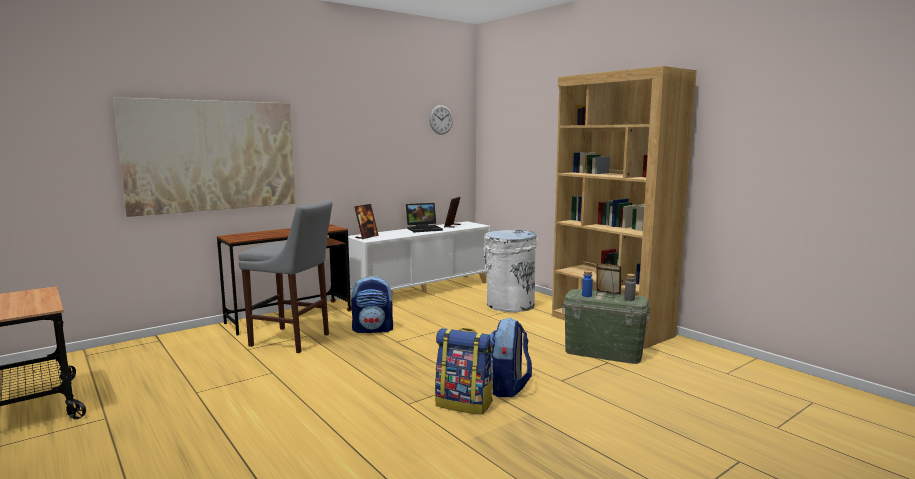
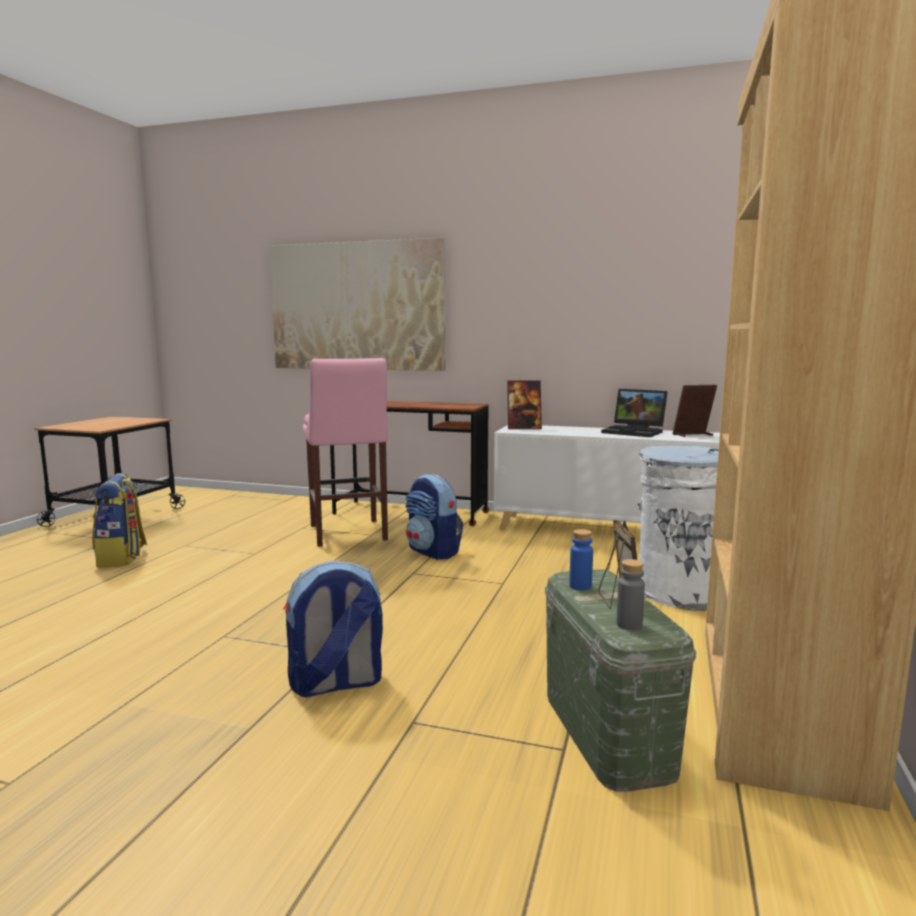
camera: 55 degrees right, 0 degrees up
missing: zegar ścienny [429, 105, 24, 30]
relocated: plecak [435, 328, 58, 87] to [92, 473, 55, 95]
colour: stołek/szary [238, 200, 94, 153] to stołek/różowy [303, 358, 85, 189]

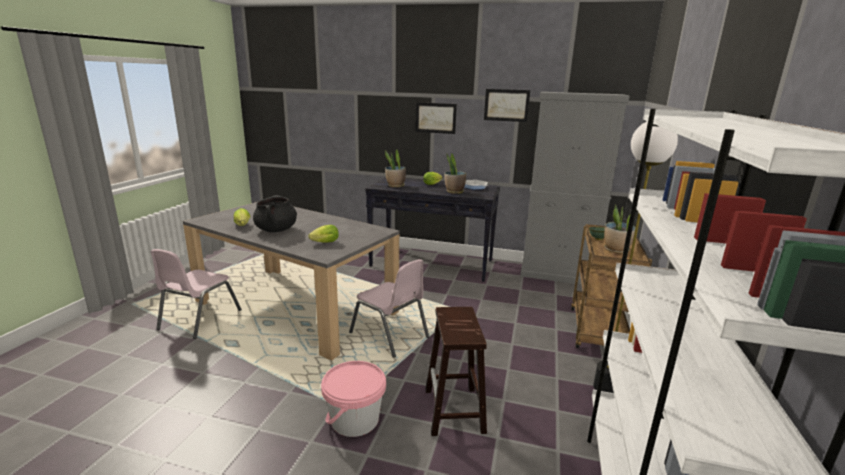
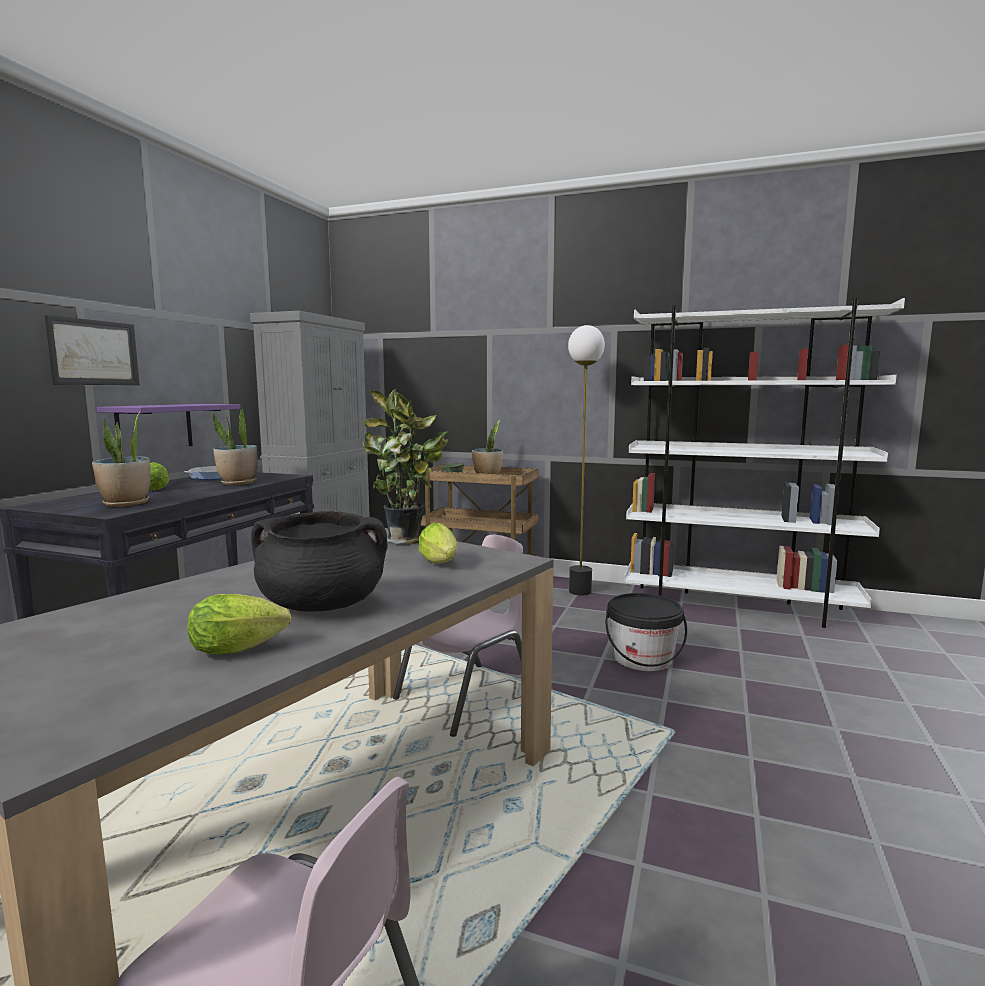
camera: 85 degrees left, 10 degrees down
missing: obraz [484, 89, 46, 33]; wiadro/różowy [321, 361, 65, 76]
appeared: roślina doniczkowa [362, 389, 87, 156]; półka/fioletowy [97, 404, 144, 42]
exchanged: stołek/brązowy [425, 307, 62, 129] to wiadro/czarny [606, 593, 81, 78]

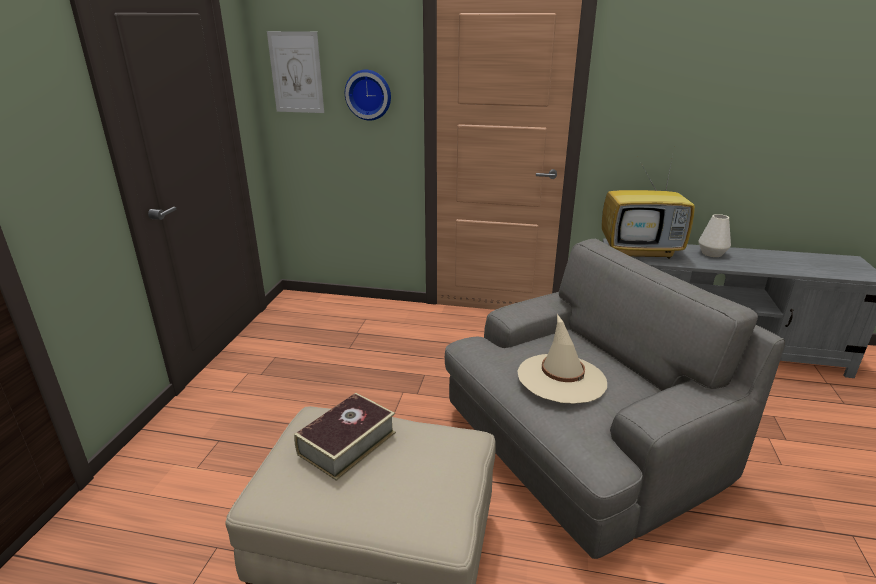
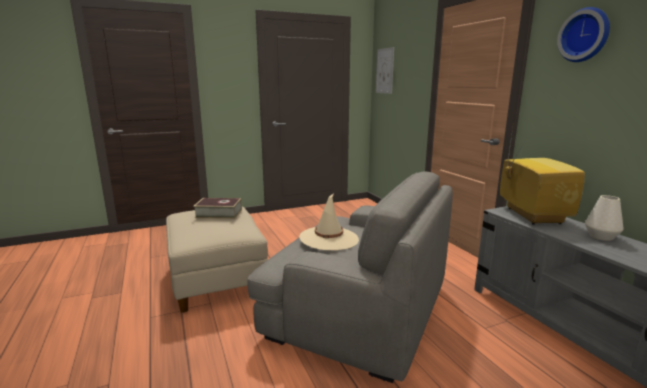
camera: 55 degrees right, 10 degrees down
relocated: zegar ścienny [345, 70, 46, 50] to [557, 7, 53, 55]
spun: telewizor [602, 155, 93, 104] = [500, 129, 85, 96] 150 degrees counterclockwise

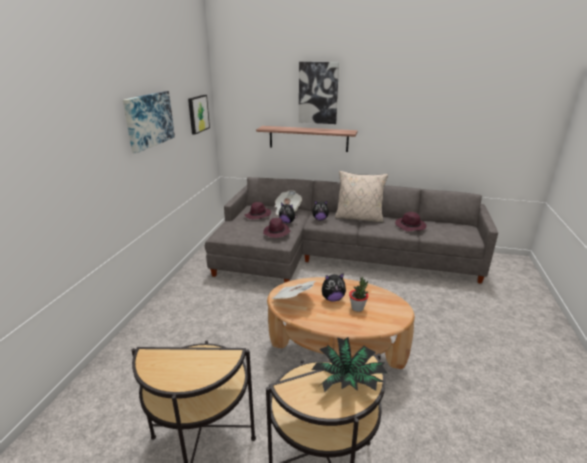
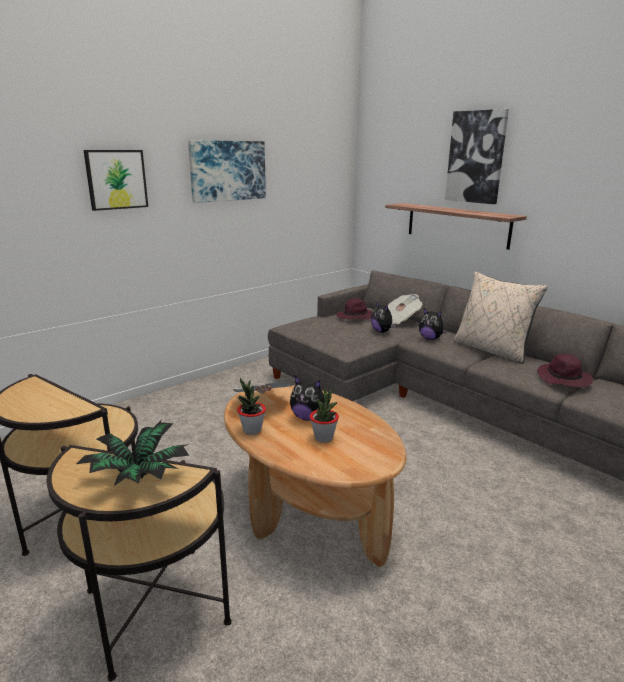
camera: 35 degrees right, 5 degrees down
missing: kapelusz/fioletowy [263, 218, 28, 20]
appeared: roślina doniczkowa [237, 378, 29, 57]
relocated: obraz [188, 95, 22, 40] to [84, 150, 64, 61]

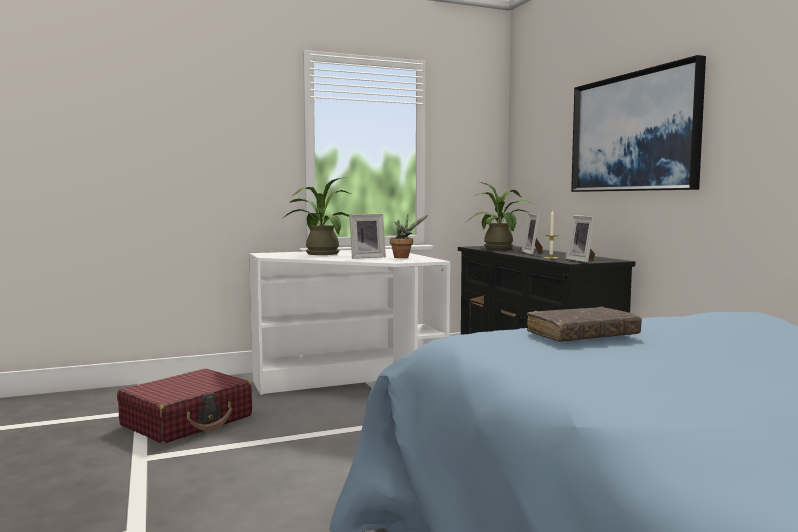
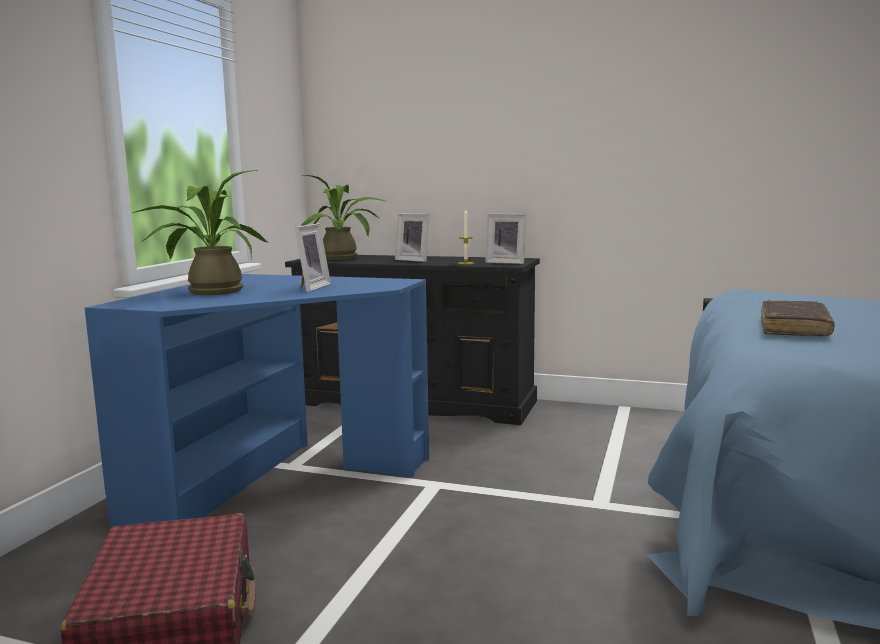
camera: 50 degrees left, 5 degrees up
missing: obraz [571, 55, 135, 137]; roślina doniczkowa [390, 214, 39, 44]
colour: biurko/biały [249, 249, 201, 146] to biurko/niebieski [85, 274, 344, 253]

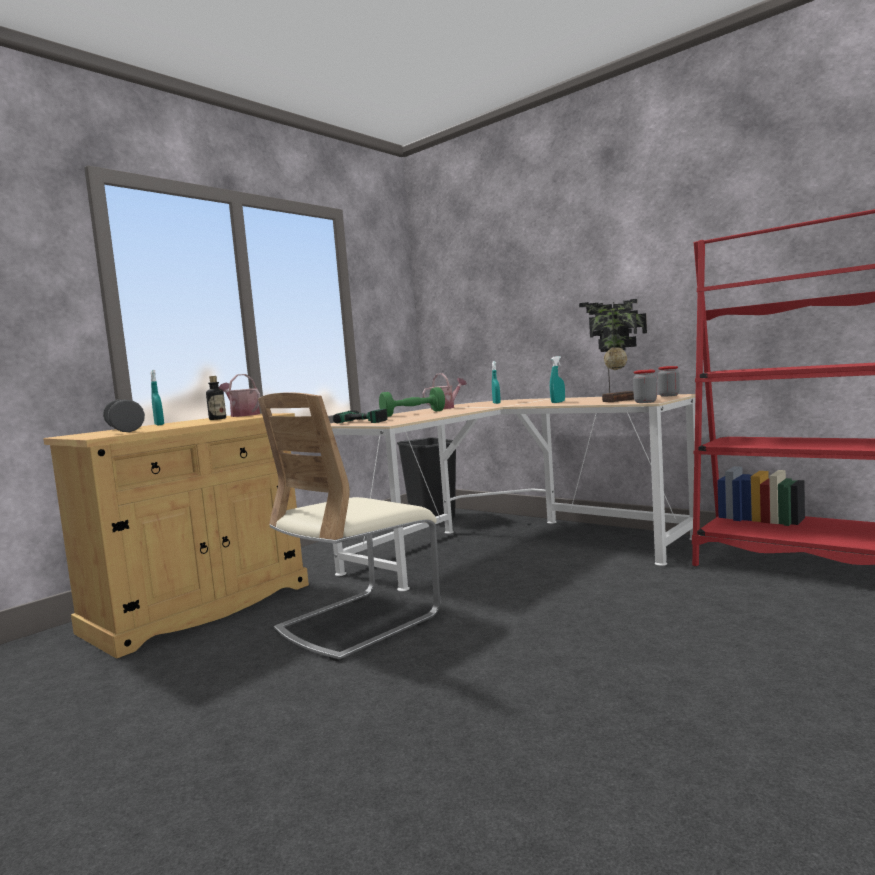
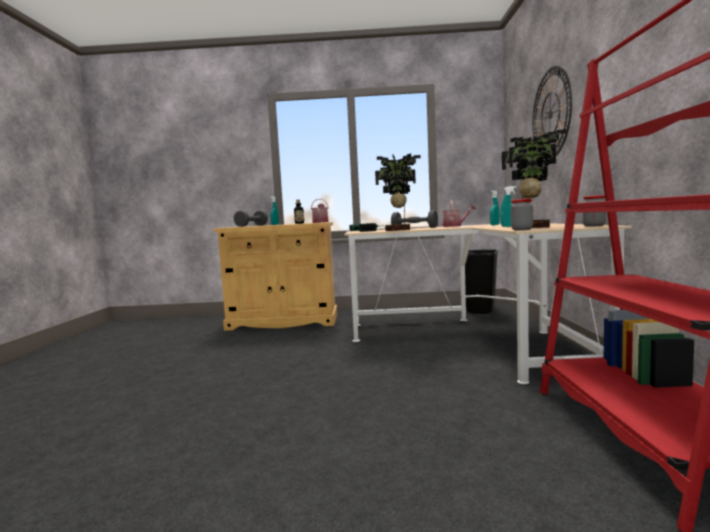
camera: 50 degrees right, 0 degrees up
missing: krzesło/beżowy [258, 392, 182, 270]
appeared: zegar ścienny [532, 66, 40, 93]; roślina doniczkowa [375, 154, 46, 77]
colour: hantel/zielony [379, 387, 66, 30] to hantel/szary [391, 210, 47, 18]

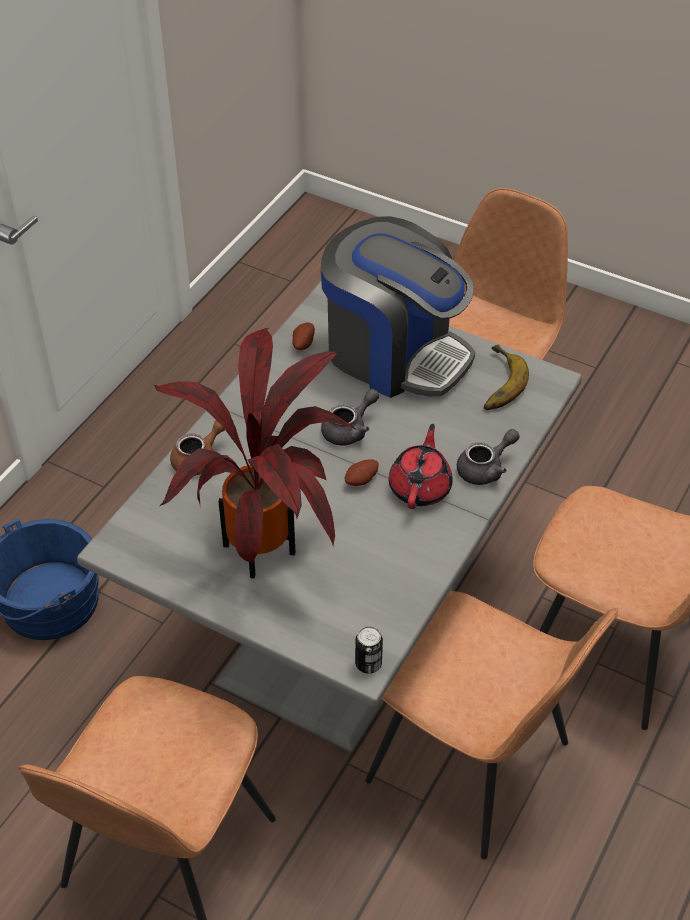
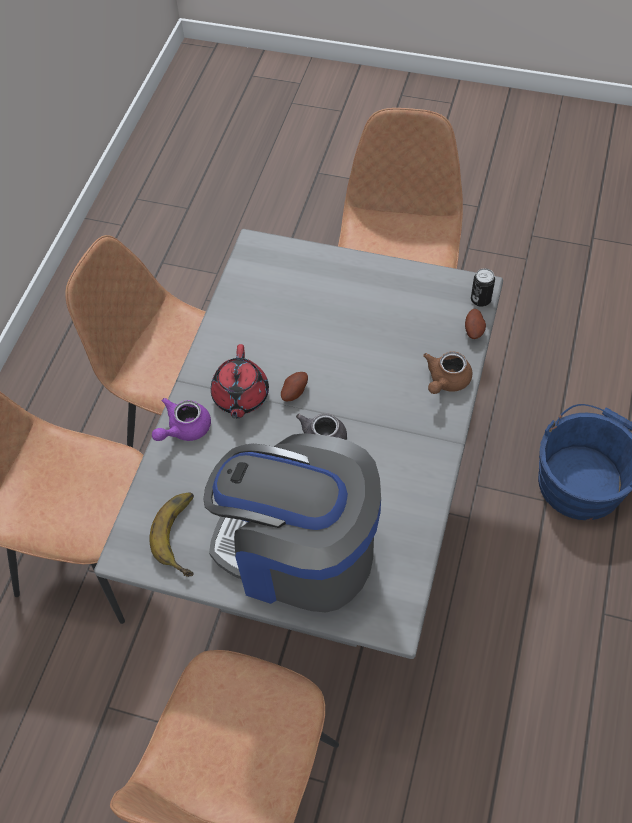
camera: 170 degrees right, 10 degrees up
missing: roślina doniczkowa [154, 328, 201, 251]
relocated: ziemniak [292, 322, 23, 28] to [465, 309, 21, 30]; puszka [355, 626, 28, 48] to [471, 268, 24, 39]
colour: imbryk/szary [457, 429, 62, 56] to imbryk/fioletowy [152, 398, 59, 43]

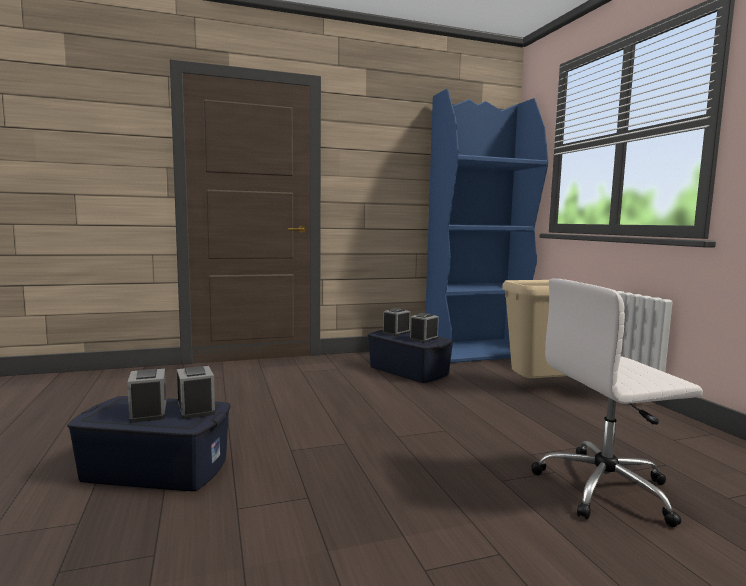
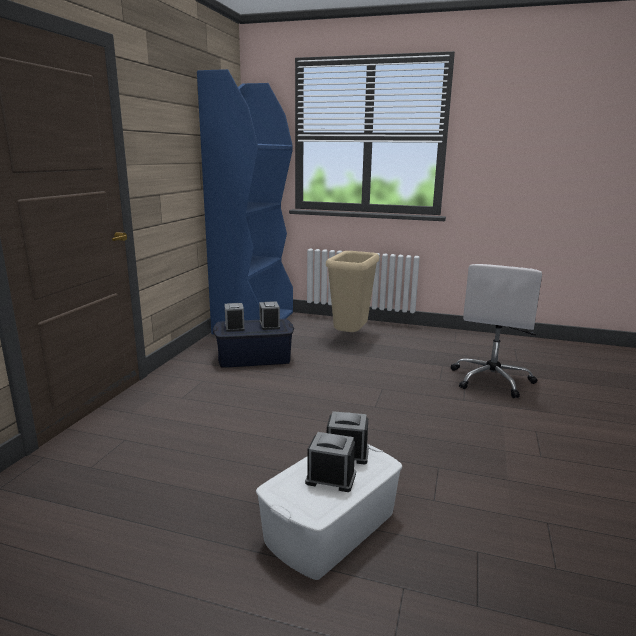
camera: 55 degrees left, 10 degrees up
colour: pojemnik do przechowywania/niebieski [67, 396, 164, 95] to pojemnik do przechowywania/biały [256, 444, 146, 136]

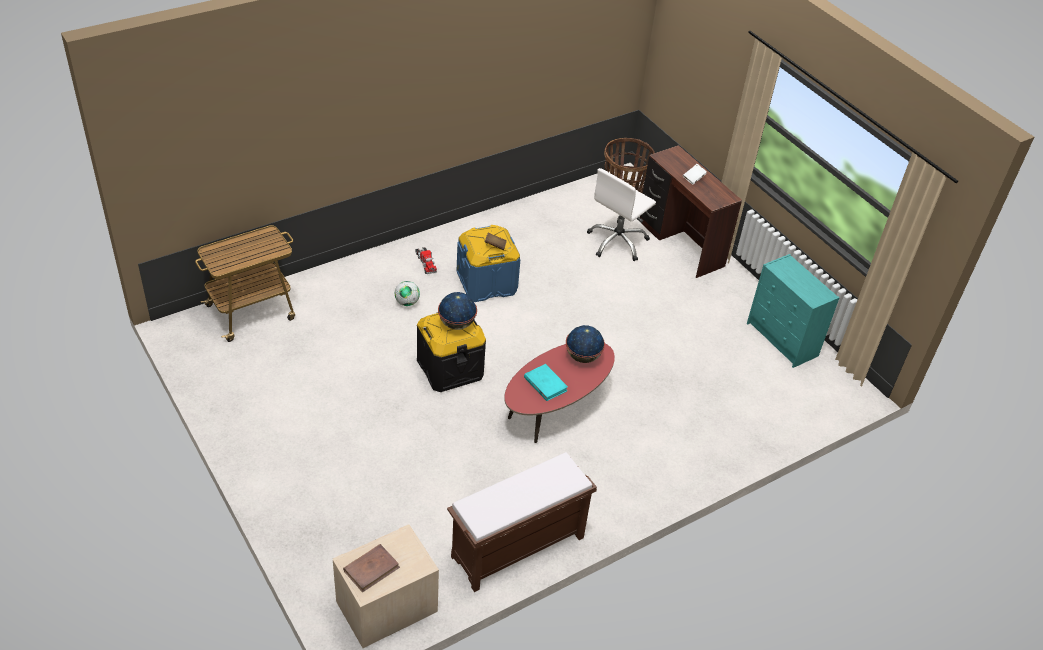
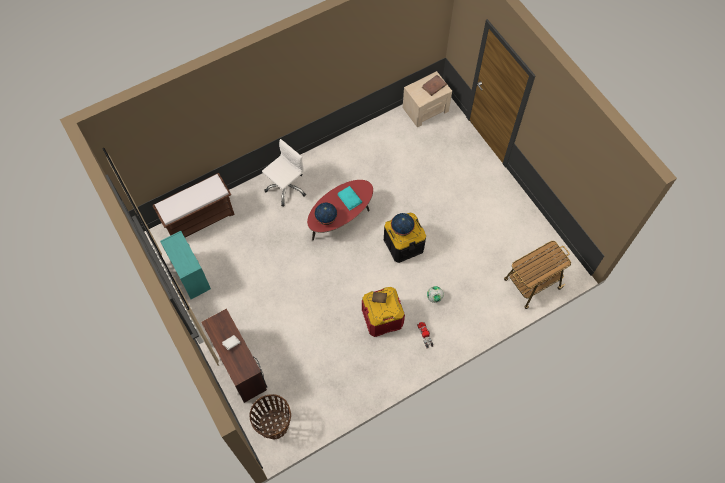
camera: 175 degrees left, 20 degrees up
relocated: krzesło biurowe/biały [587, 168, 69, 93] to [262, 139, 44, 67]; ławka/brązowy [447, 452, 150, 140] to [153, 173, 82, 65]
colour: pojemnik do przechowywania/niebieski [457, 225, 63, 77] to pojemnik do przechowywania/czerwony [362, 287, 43, 50]

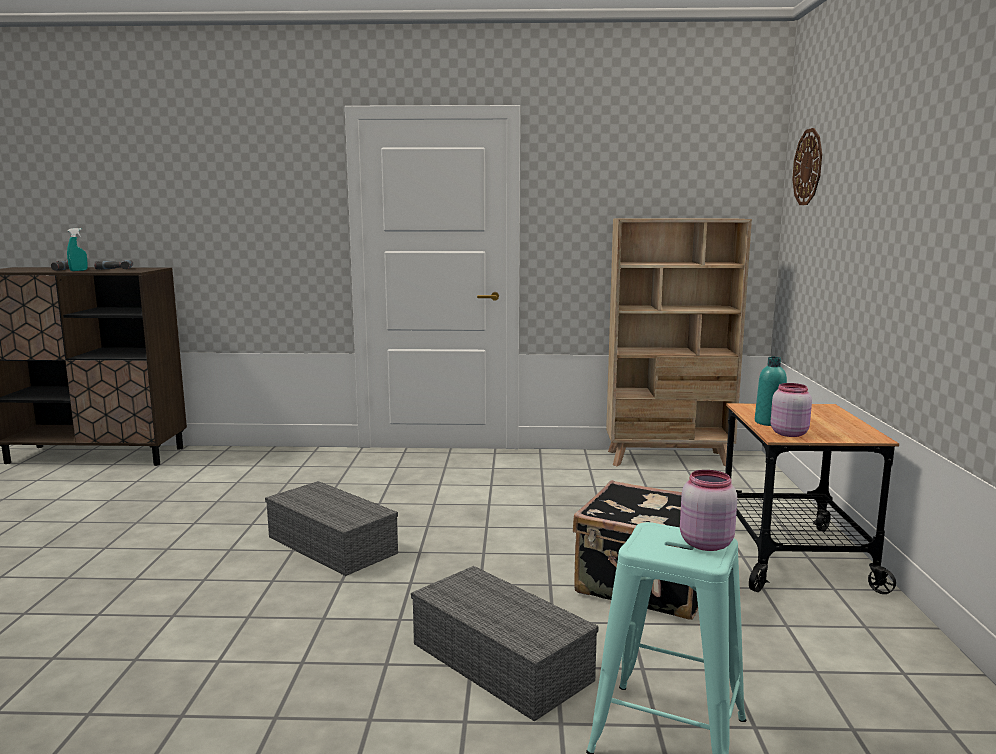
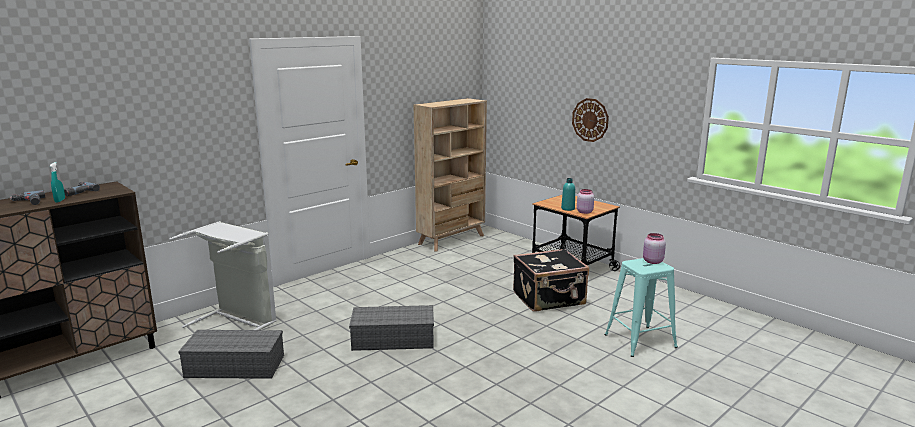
camera: 45 degrees left, 5 degrees up
appeared: kosz na pranie/szary [169, 221, 108, 109]
relocated: zegar ścienny [792, 128, 30, 77] to [572, 98, 37, 44]; pojemnik do przechowywania/szary [411, 566, 188, 156] to [178, 330, 106, 49]

